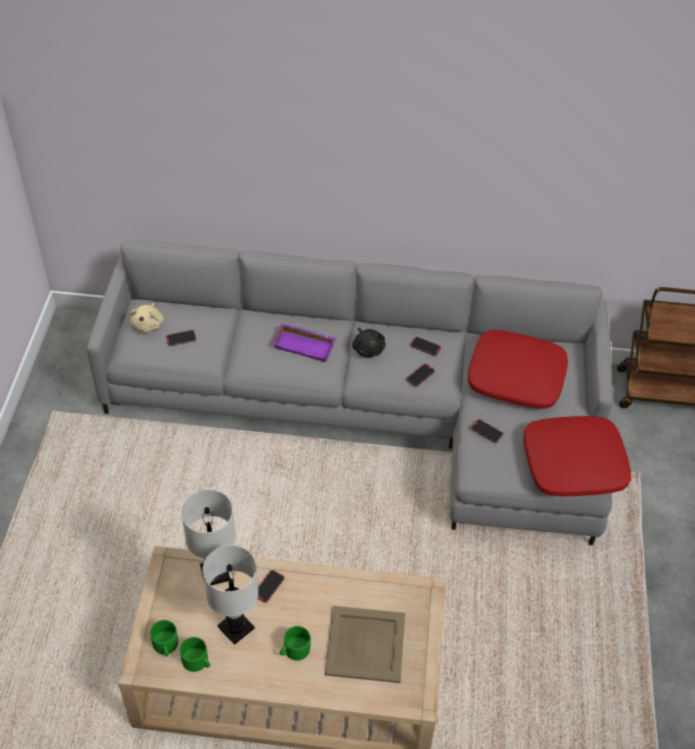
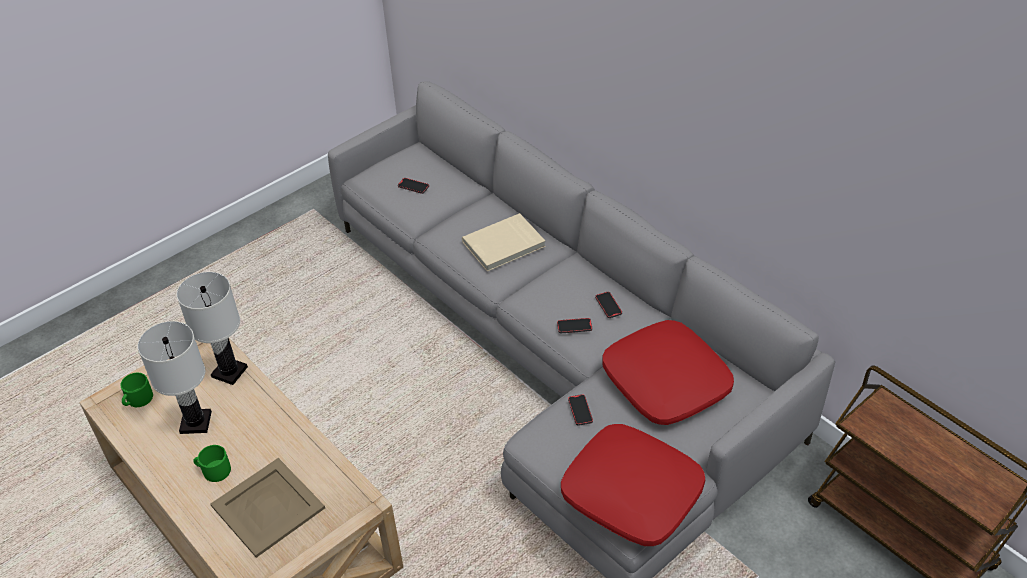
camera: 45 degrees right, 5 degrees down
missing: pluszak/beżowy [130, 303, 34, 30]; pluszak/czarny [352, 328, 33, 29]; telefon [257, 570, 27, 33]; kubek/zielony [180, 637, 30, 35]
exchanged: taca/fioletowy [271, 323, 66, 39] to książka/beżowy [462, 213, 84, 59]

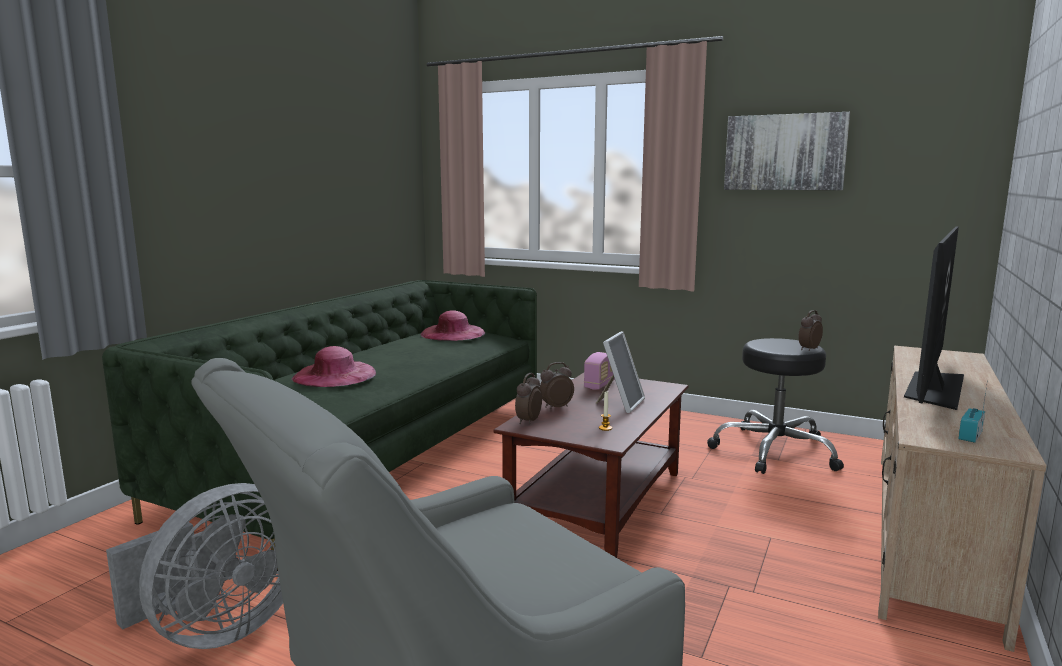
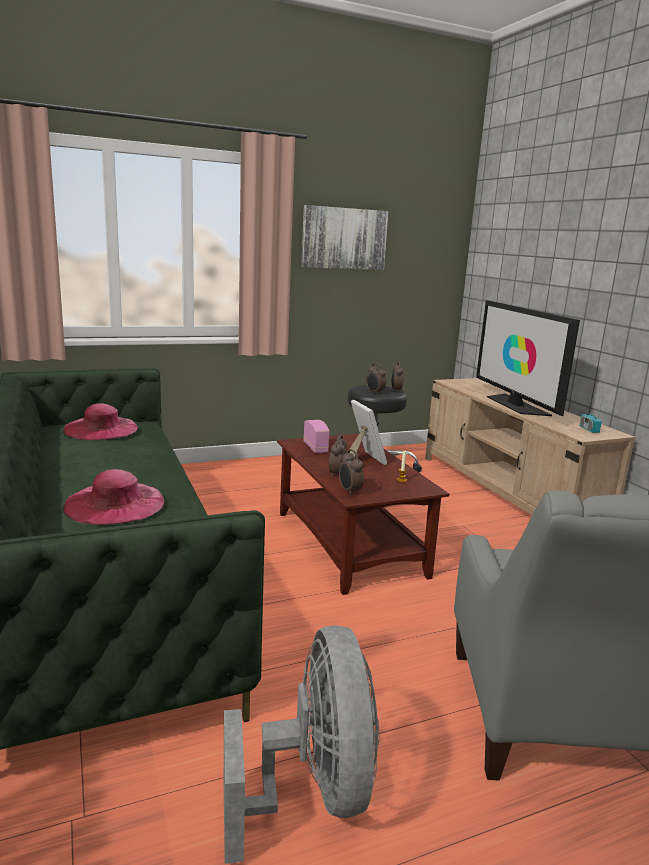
camera: 50 degrees left, 5 degrees up
appeared: budzik [366, 363, 20, 32]

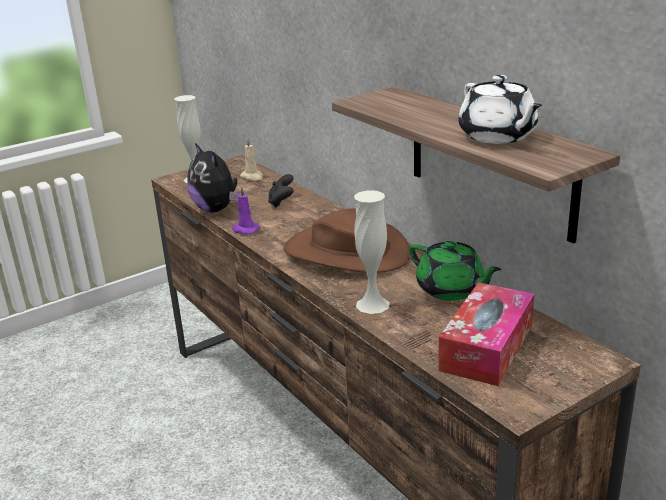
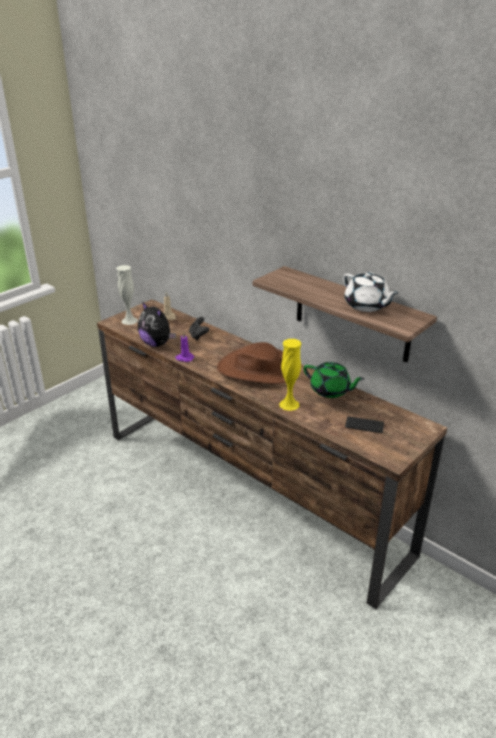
camera: 15 degrees left, 5 degrees up
exchanged: pudełko chusteczek [438, 282, 96, 104] to telefon [345, 417, 39, 16]
colour: wazon/biały [354, 190, 36, 124] to wazon/żółty [279, 339, 22, 72]

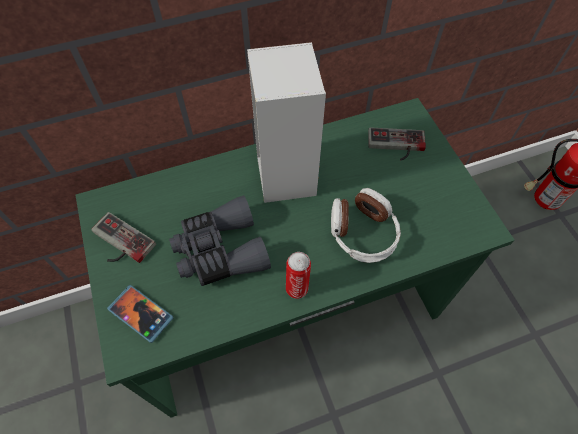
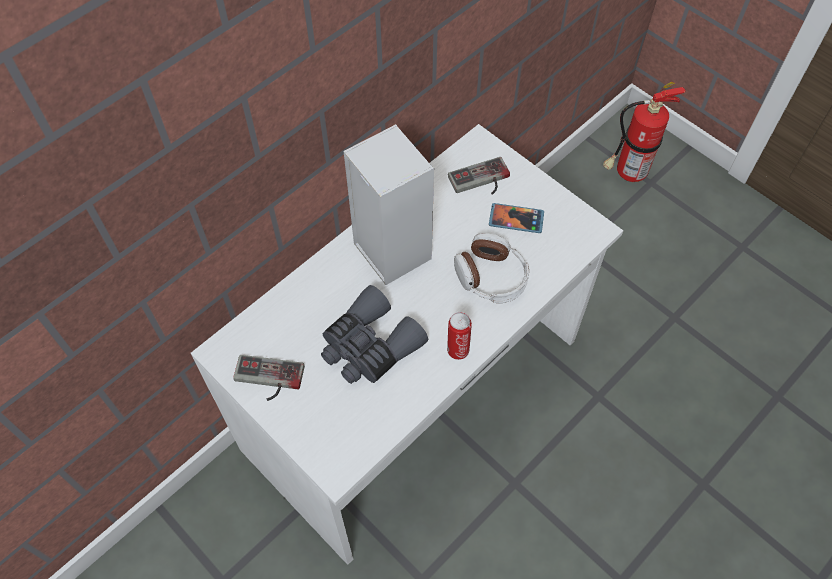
camera: 25 degrees left, 0 degrees up
relocated: telefon [107, 285, 66, 58] to [489, 203, 55, 30]
colour: biurko/zielony [75, 98, 440, 319] to biurko/biały [191, 124, 432, 441]

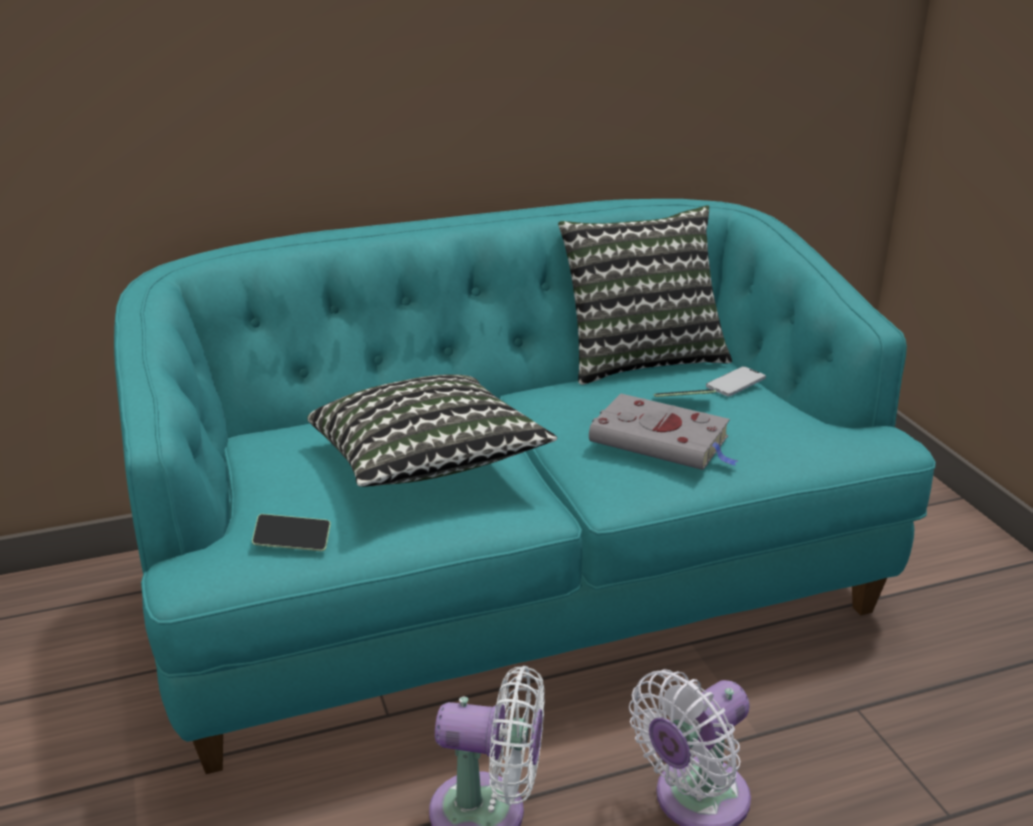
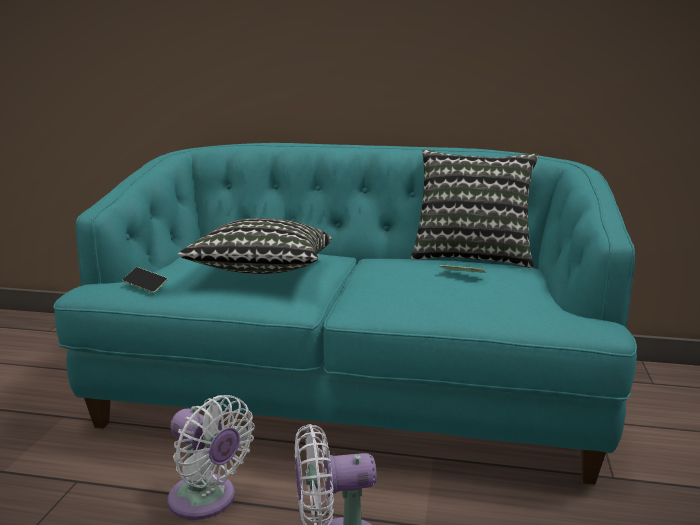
camera: 30 degrees right, 10 degrees down
missing: telefon [706, 366, 60, 30]; książka/szary [589, 393, 149, 77]

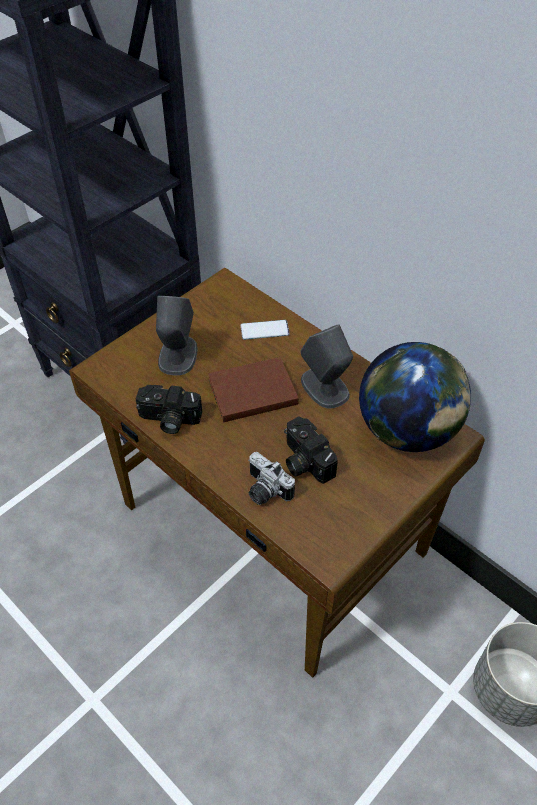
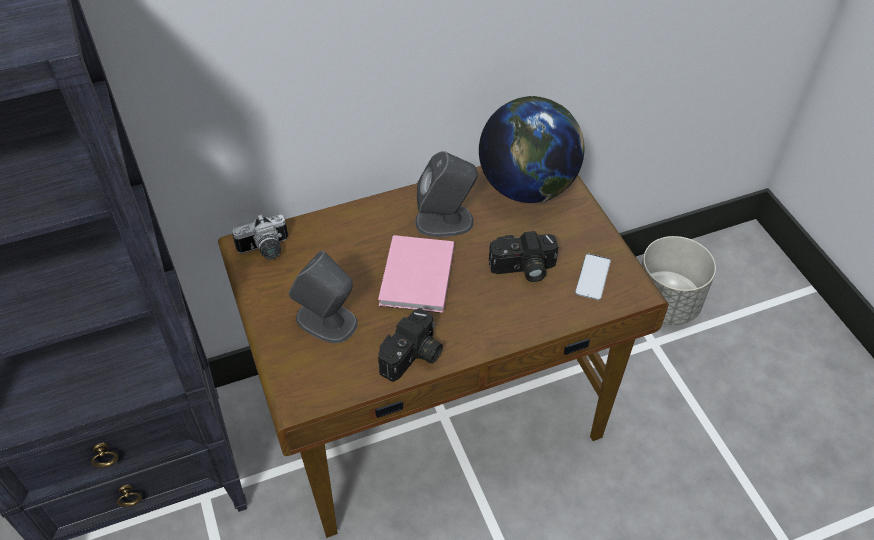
camera: 65 degrees left, 0 degrees up
relocated: telefon [240, 320, 50, 20] to [575, 253, 36, 47]; aparat fotograficzny [248, 452, 47, 53] to [232, 214, 56, 46]
colour: książka/brązowy [208, 357, 91, 65] to książka/różowy [378, 235, 76, 78]

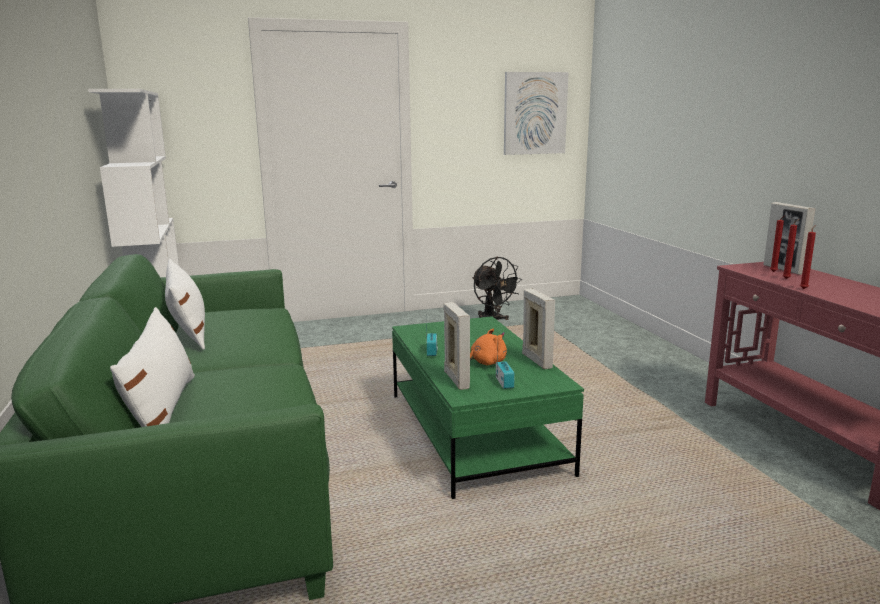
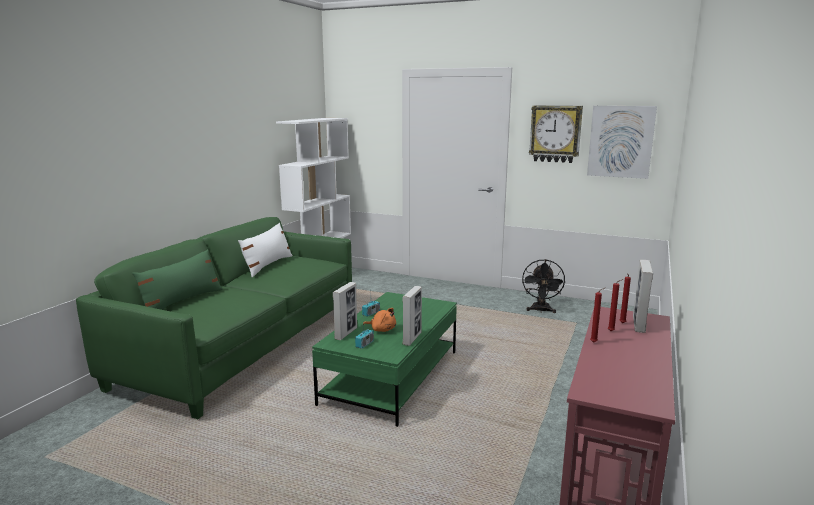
camera: 40 degrees right, 0 degrees up
appeared: zegar ścienny [529, 105, 54, 58]
colour: poduszka/biały [110, 307, 85, 120] to poduszka/zielony [132, 249, 91, 61]

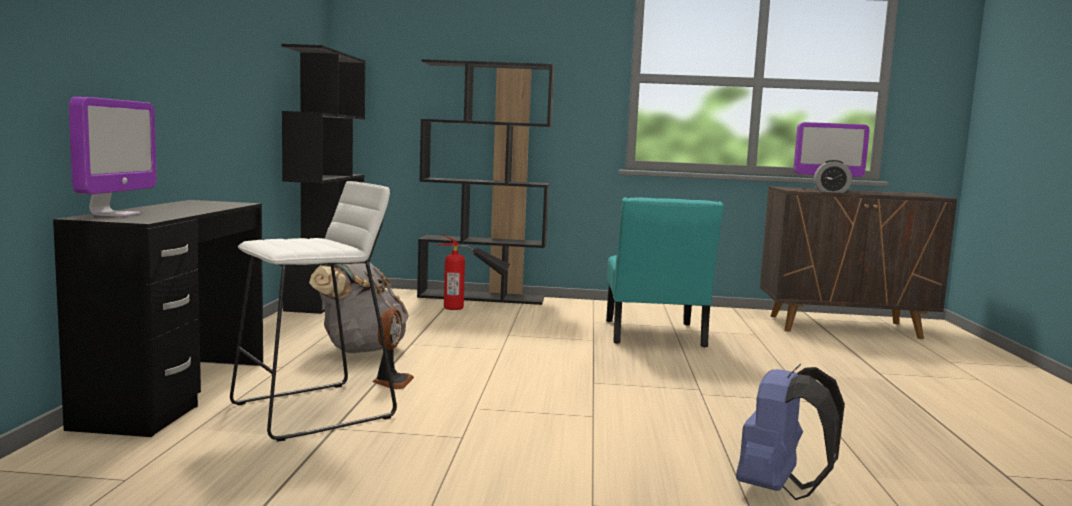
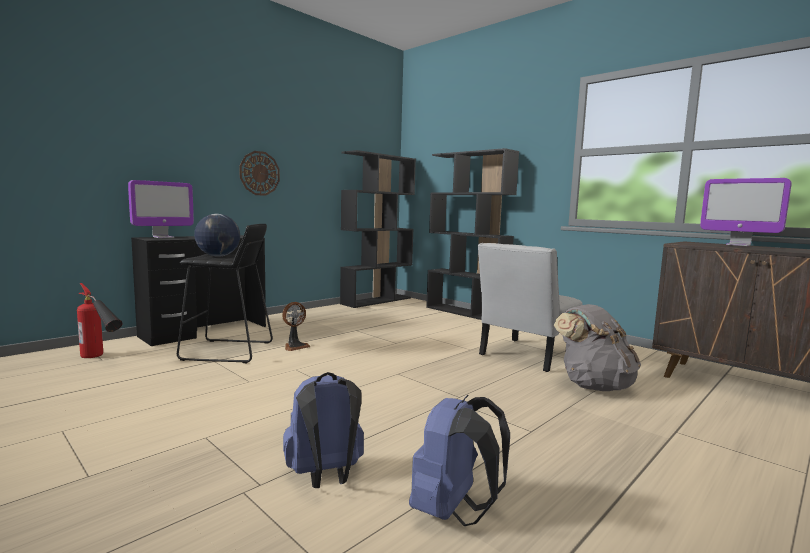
camera: 40 degrees right, 0 degrees up
missing: budzik [814, 160, 38, 33]
appeared: zegar ścienny [239, 151, 41, 45]; globus [194, 214, 46, 43]; plecak/niebieski [409, 395, 101, 131]
relocated: gaśnica [438, 234, 72, 76] to [77, 283, 46, 75]; plecak/szary [309, 263, 100, 90] to [554, 304, 87, 87]
colour: stołek/biały [230, 181, 167, 261] to stołek/czarny [177, 224, 96, 139]; krzesło/turkusowy [606, 197, 118, 150] to krzesło/biały [478, 243, 105, 129]

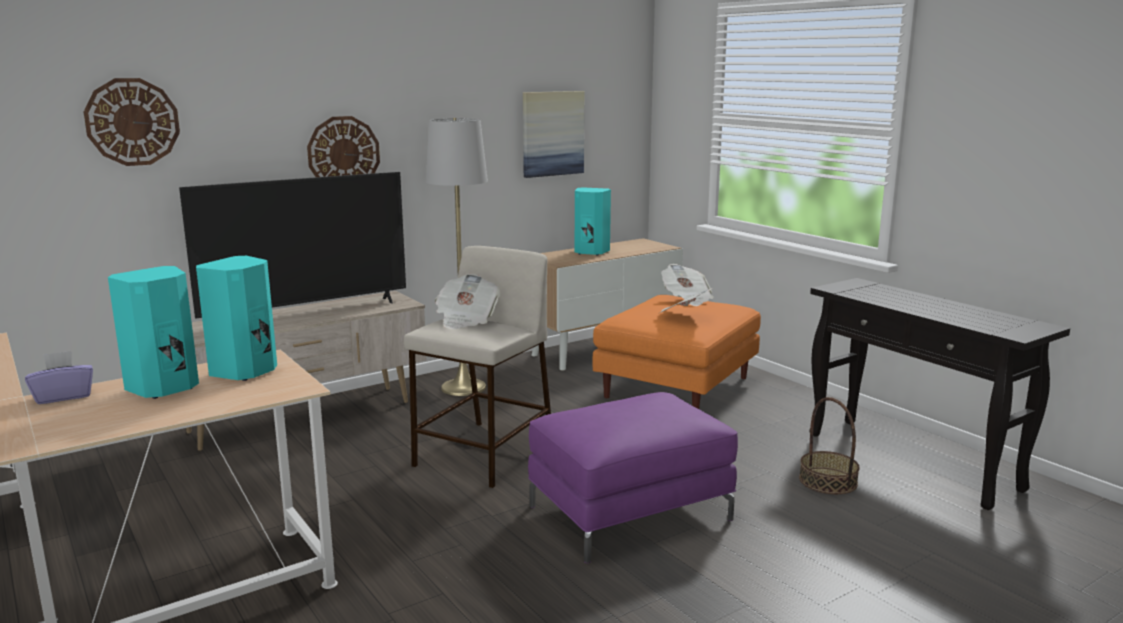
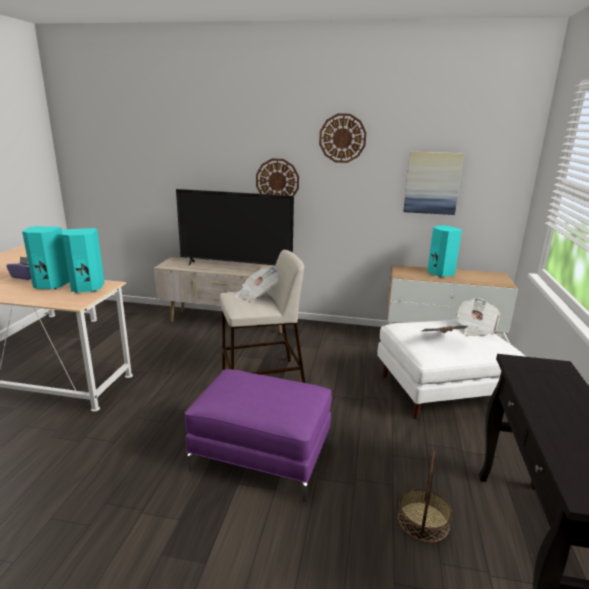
camera: 45 degrees right, 5 degrees up
missing: lampa stojąca/szary [426, 118, 62, 278]
relocated: zegar ścienny [84, 78, 96, 88] to [319, 113, 47, 50]
colour: pufa/pomarańczowy [593, 295, 168, 114] to pufa/biały [377, 319, 149, 100]

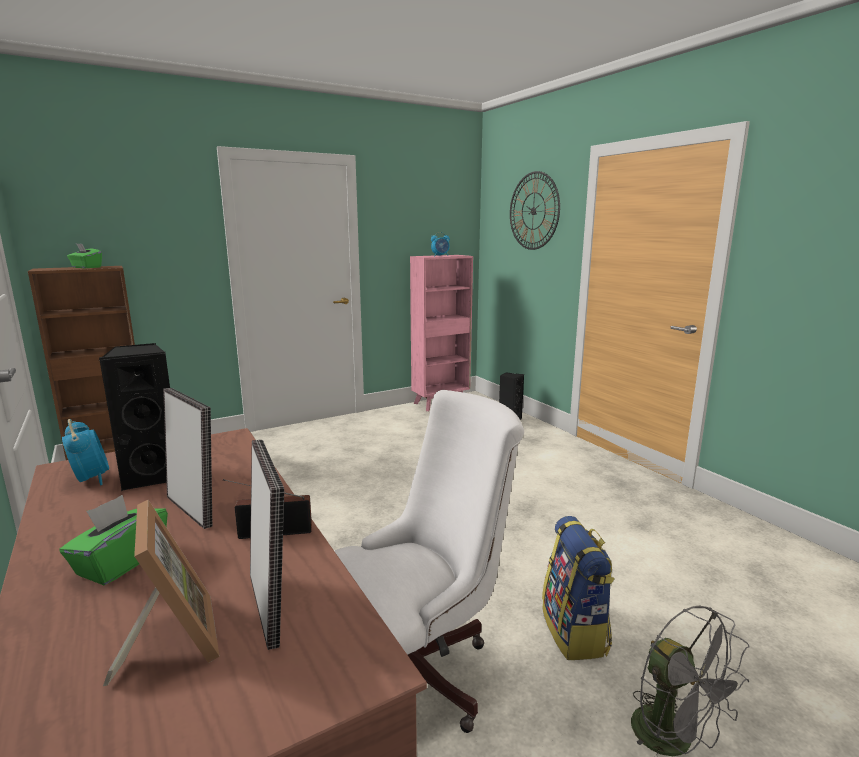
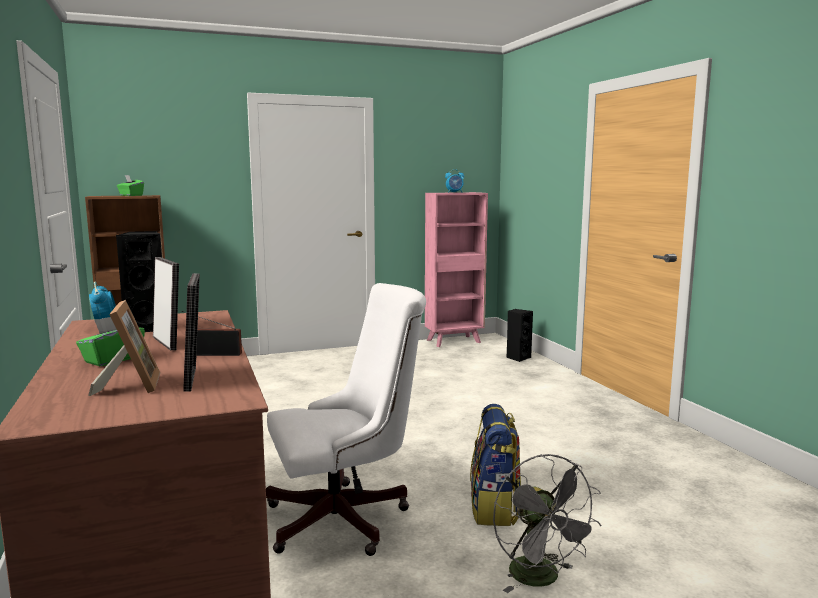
camera: 10 degrees right, 5 degrees down
missing: zegar ścienny [510, 171, 50, 79]

